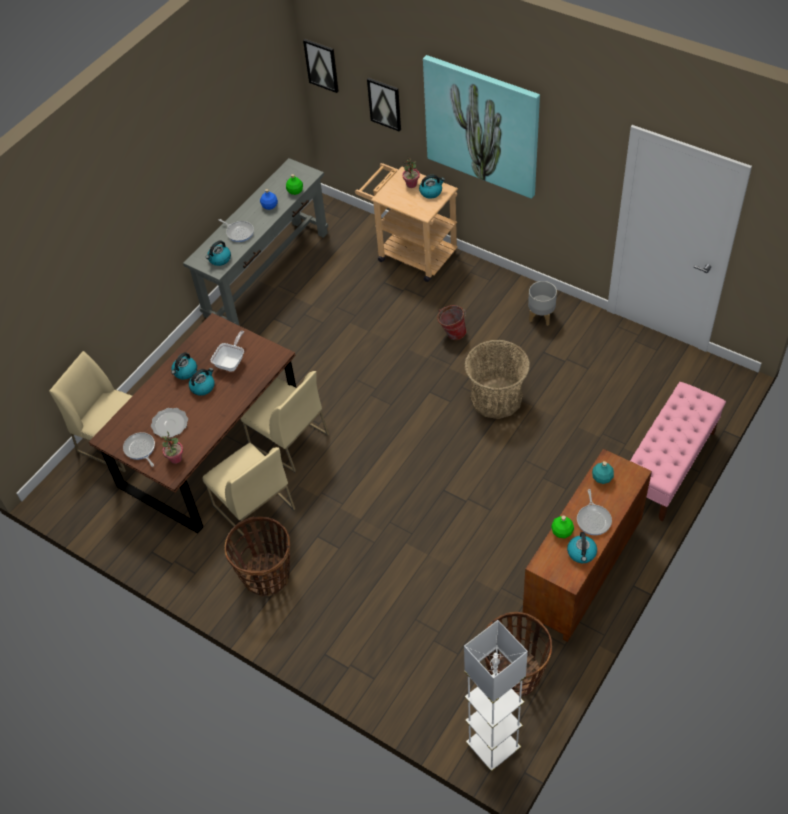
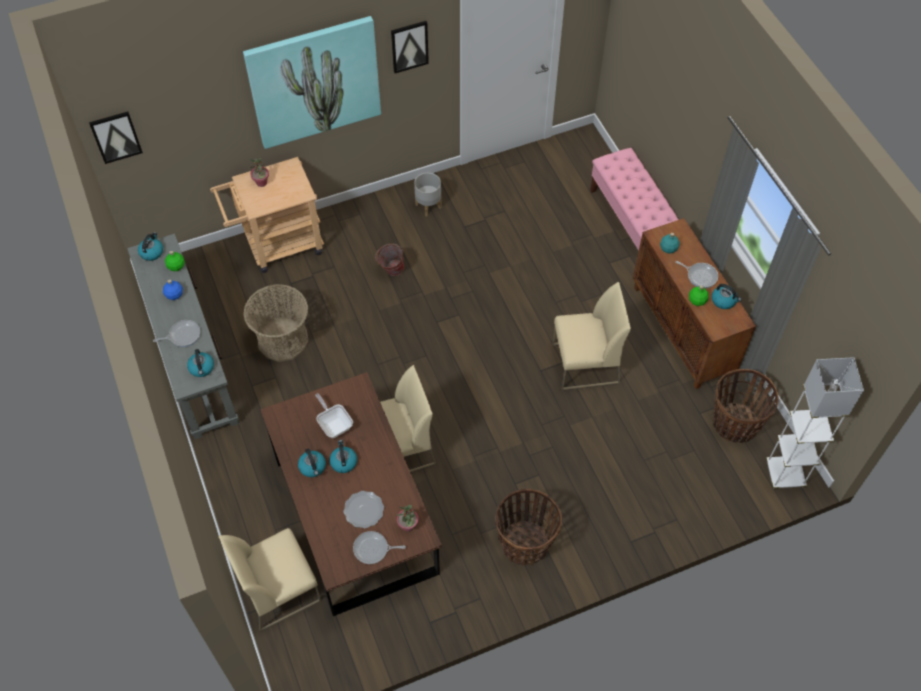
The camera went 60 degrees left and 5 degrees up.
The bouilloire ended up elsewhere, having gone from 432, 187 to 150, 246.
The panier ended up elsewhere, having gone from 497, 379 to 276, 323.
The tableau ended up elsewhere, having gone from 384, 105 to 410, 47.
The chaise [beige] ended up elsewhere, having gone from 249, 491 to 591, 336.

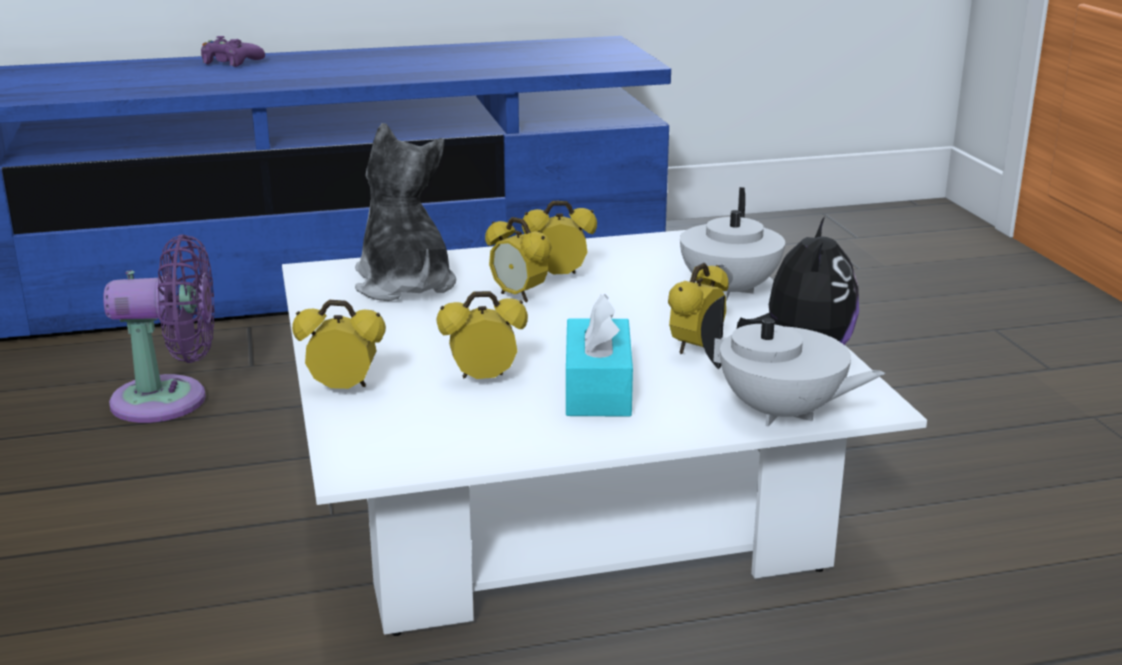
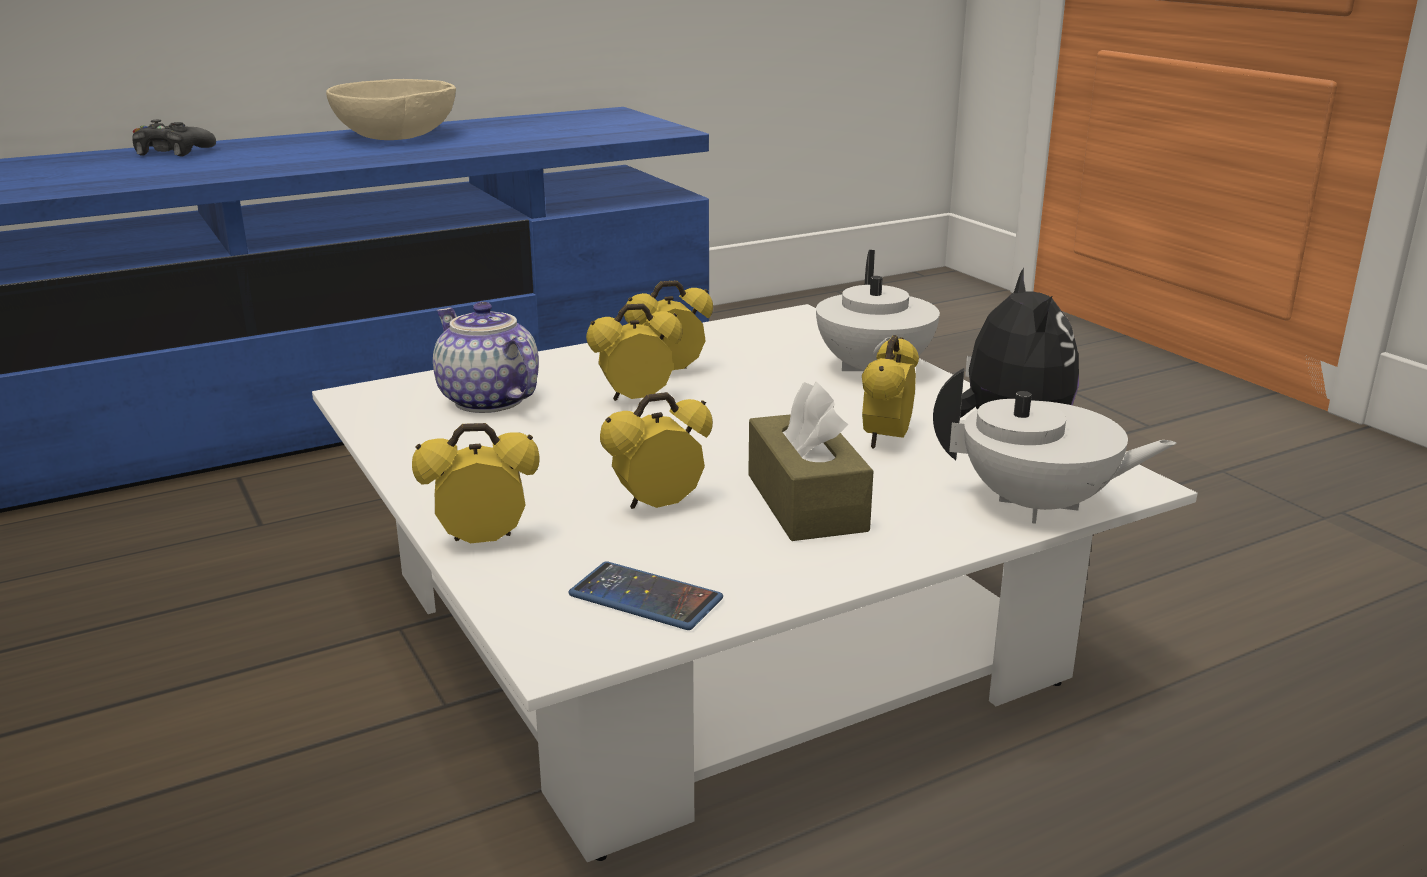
The camera went 15 degrees left and 0 degrees up.
What was the manette [violet] at 233, 51 turned into the manette [noir] at 174, 138.
The second view gained the bol [beige] at 391, 109.
Where the peluche stood at 405, 212, the théière came to stand at 486, 357.
The second view gained the téléphone at 646, 595.
The réveil at 518, 260 ended up facing another way, 135 degrees clockwise from before.
What was the boîte à mouchoirs [turquoise] at 599, 355 turned into the boîte à mouchoirs [marron] at 811, 461.
The second view lost the ventilateur [violet] at 159, 329.

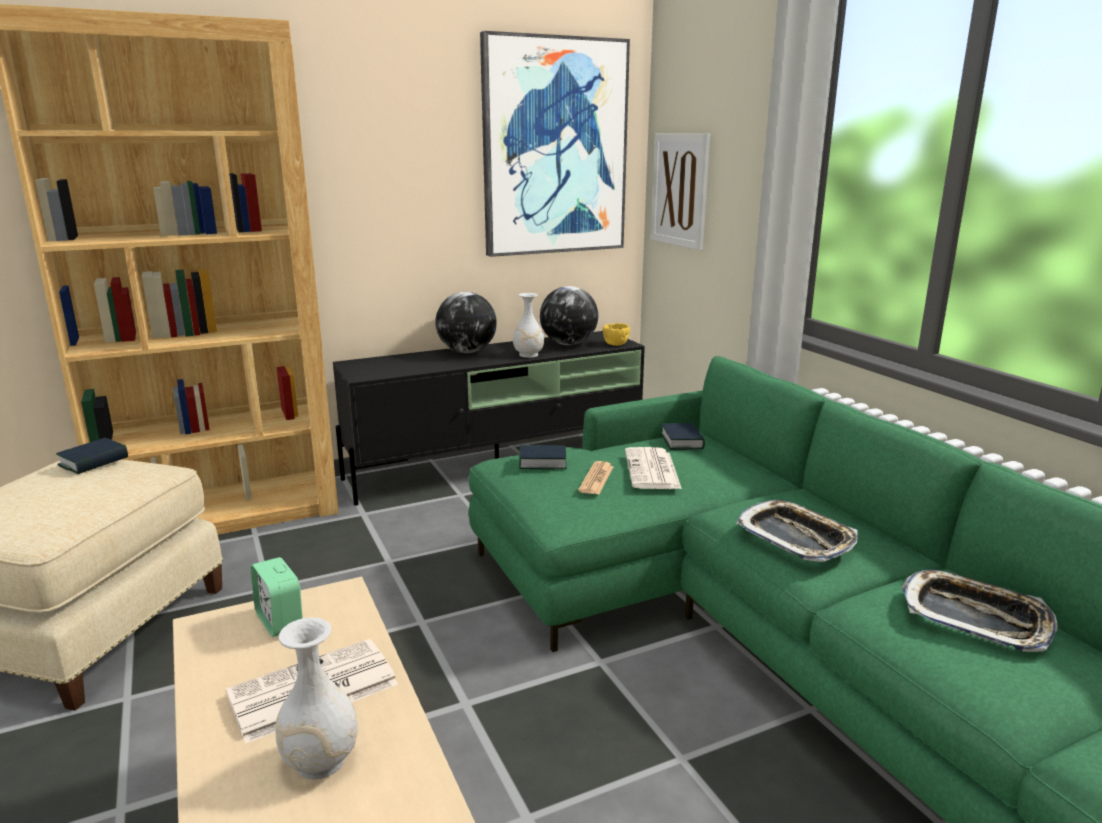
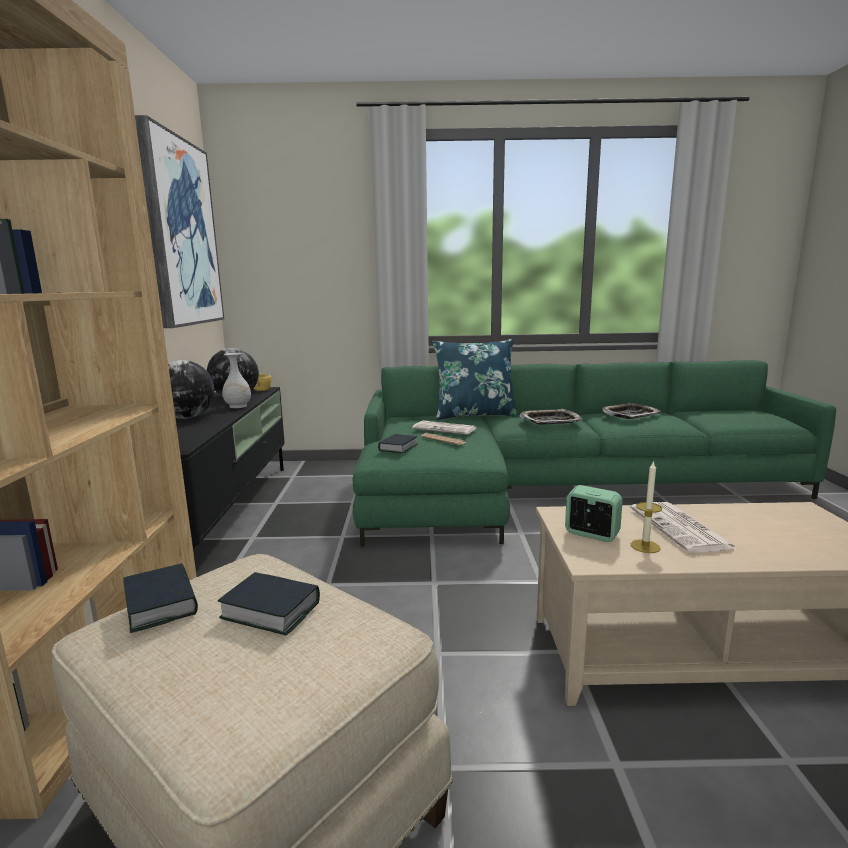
The camera went 65 degrees left and 5 degrees down.
The livre ended up elsewhere, having gone from 683, 436 to 269, 604.
The second view gained the coussin [bleu] at 475, 379.
The réveil at 277, 597 ended up facing another way, 135 degrees counterclockwise from before.
The second view gained the bougie at 646, 506.
The second view lost the vase [blanc] at 316, 698.
The second view lost the tableau at 680, 192.

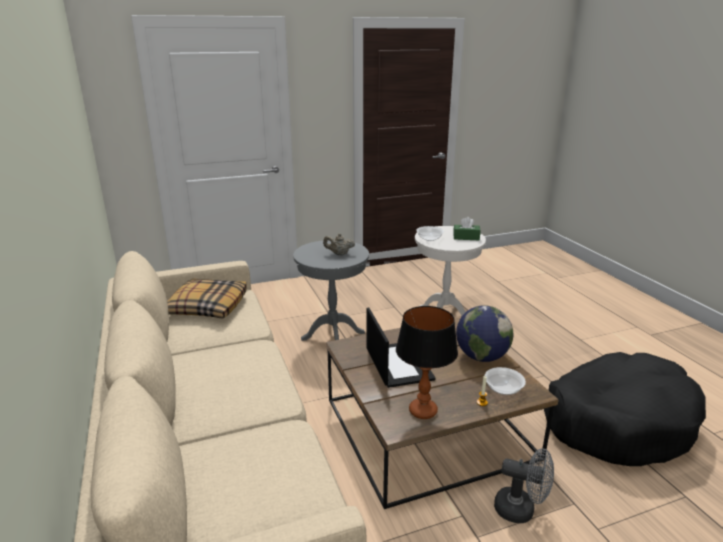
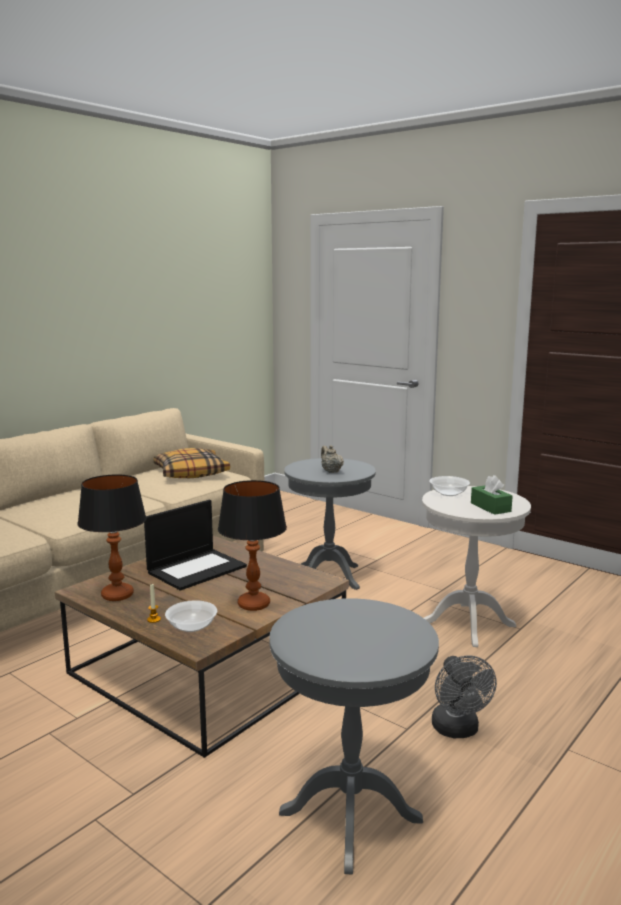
The camera went 60 degrees right and 10 degrees down.
Where the globe stood at 484, 333, the lampe de table came to stand at 252, 545.
Where the panier pour chien [noir] stood at 625, 409, the table d'appoint [gris] came to stand at 354, 736.
The ventilateur [gris] ended up elsewhere, having gone from 524, 485 to 464, 697.

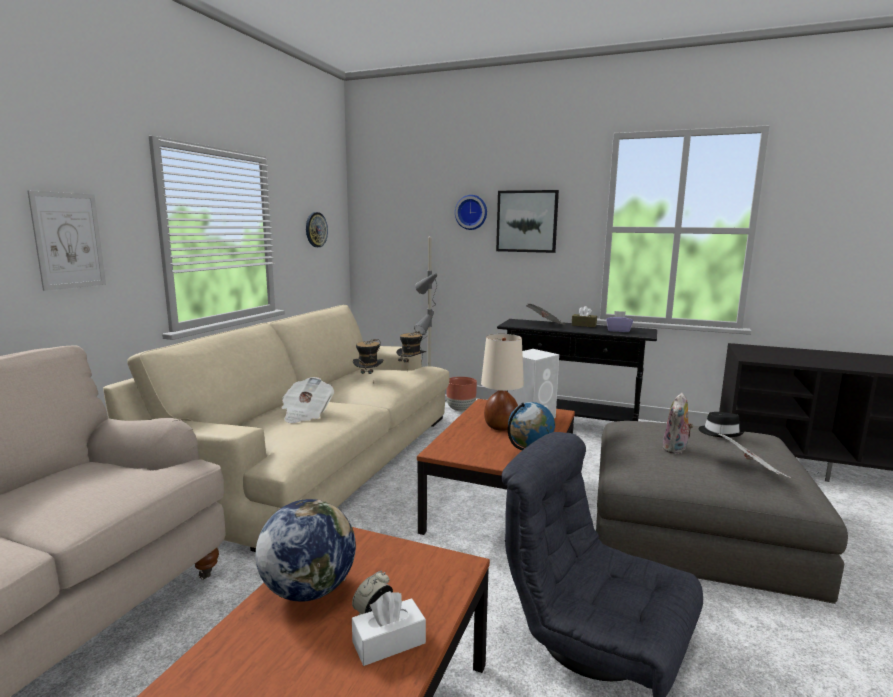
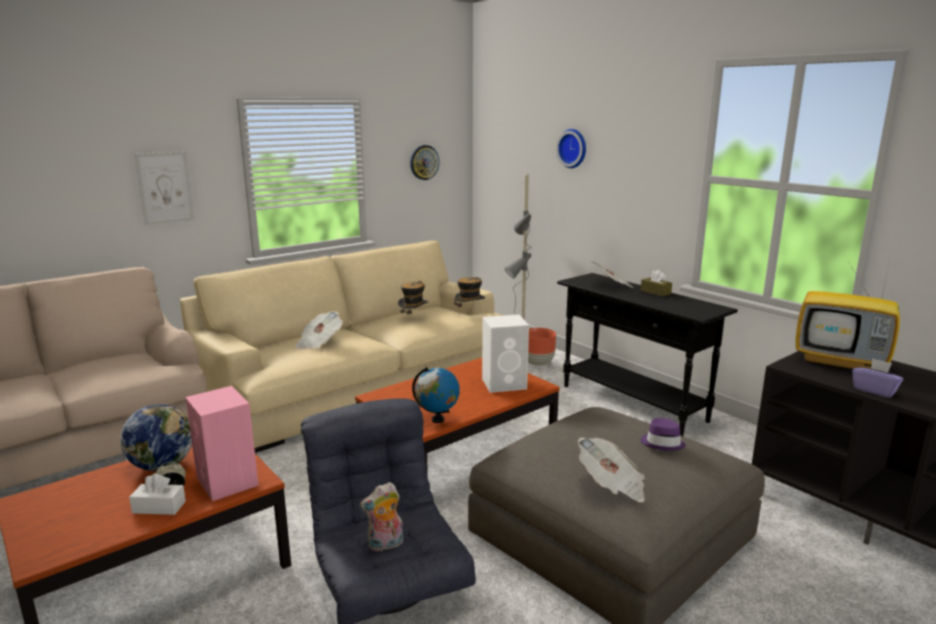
The camera went 30 degrees right and 5 degrees up.
The second view gained the enceinte [rose] at 222, 443.
The peluche ended up elsewhere, having gone from 678, 423 to 381, 517.
What was the chapeau [noir] at 721, 424 turned into the chapeau [violet] at 663, 434.
The second view gained the téléviseur at 847, 312.
The boîte à mouchoirs [violet] ended up elsewhere, having gone from 619, 321 to 878, 378.
The second view lost the lampe de table [beige] at 502, 382.
The second view lost the tableau at 527, 221.

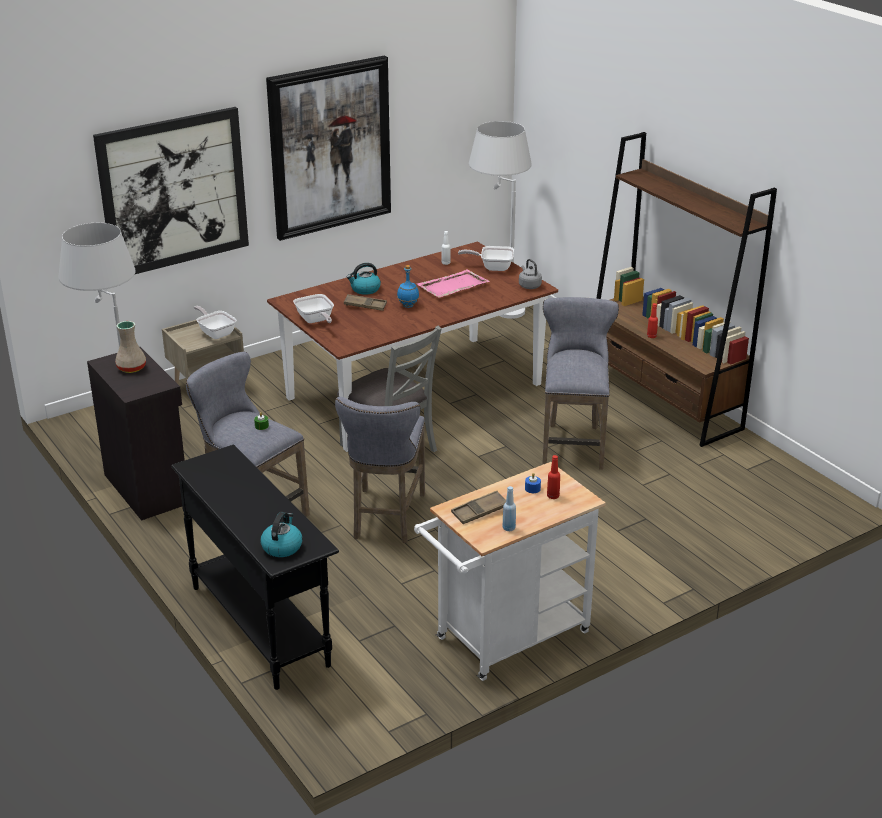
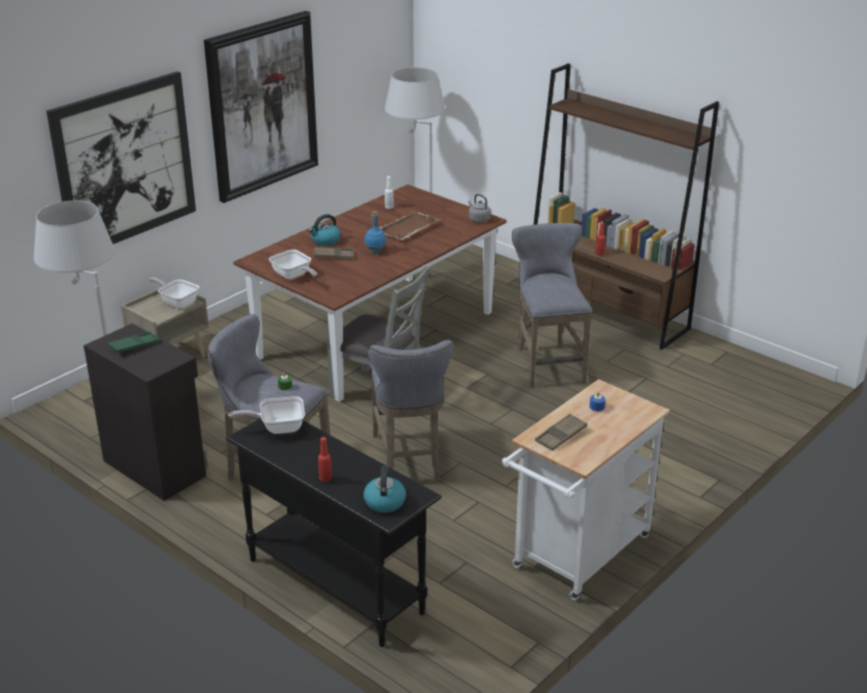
The camera went 15 degrees left and 0 degrees up.
Where the vase [beige] stood at 130, 347, the plateau [vert] came to stand at 134, 343.
The poêle ended up elsewhere, having gone from 486, 258 to 267, 415.
The bouteille [rouge] ended up elsewhere, having gone from 553, 477 to 325, 459.
What was the plateau [rose] at 453, 283 turned into the plateau [marron] at 410, 225.
The second view lost the bouteille [bleu] at 509, 508.

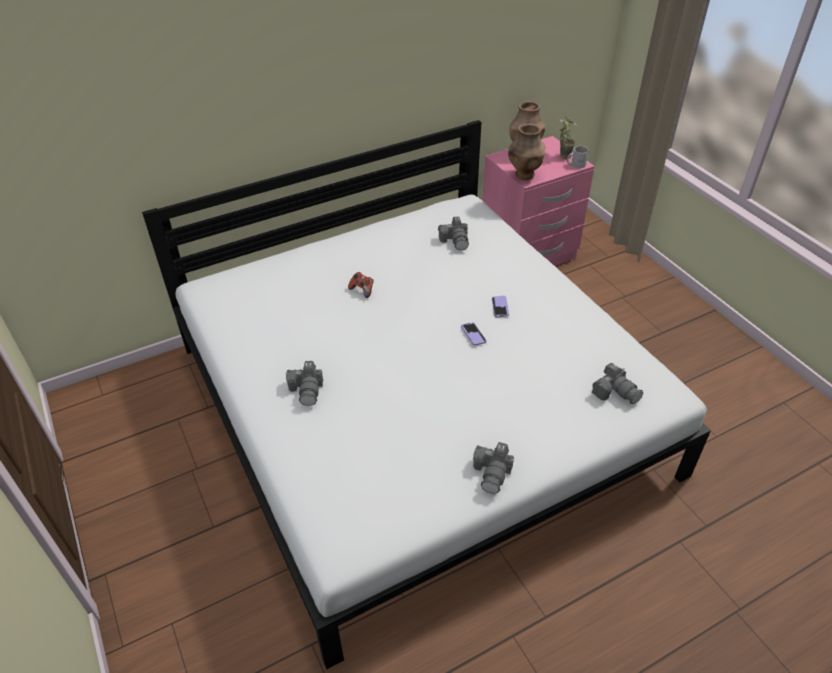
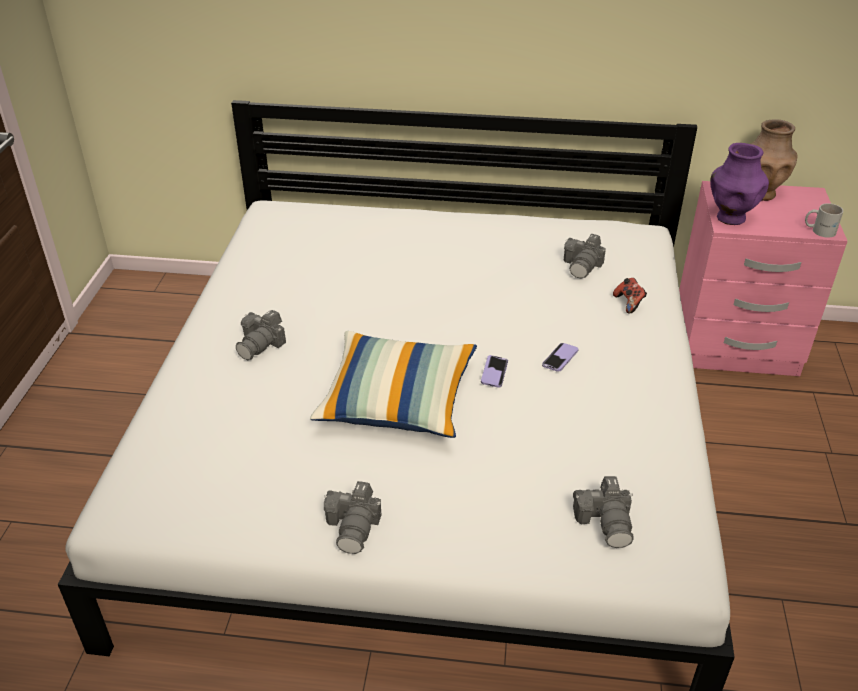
The camera went 35 degrees right and 5 degrees down.
The second view gained the coussin at 393, 384.
The appareil photo at 493, 468 ended up facing another way, 45 degrees counterclockwise from before.
The manette ended up elsewhere, having gone from 361, 285 to 630, 296.
What was the vase [marron] at 527, 152 turned into the vase [violet] at 739, 184.
The second view lost the plante en pot at 568, 138.

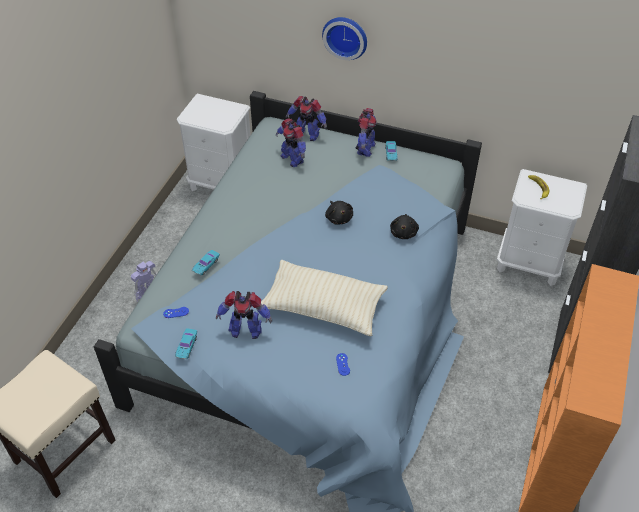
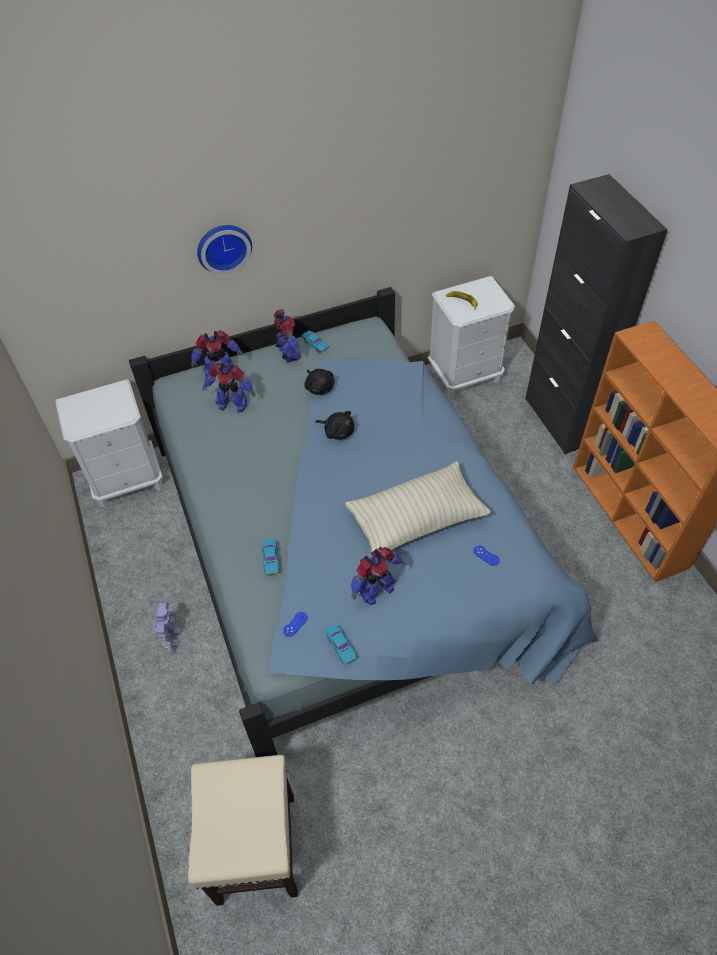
The camera went 40 degrees left and 5 degrees up.
The peluche [noir] ended up elsewhere, having gone from 404, 226 to 319, 382.

